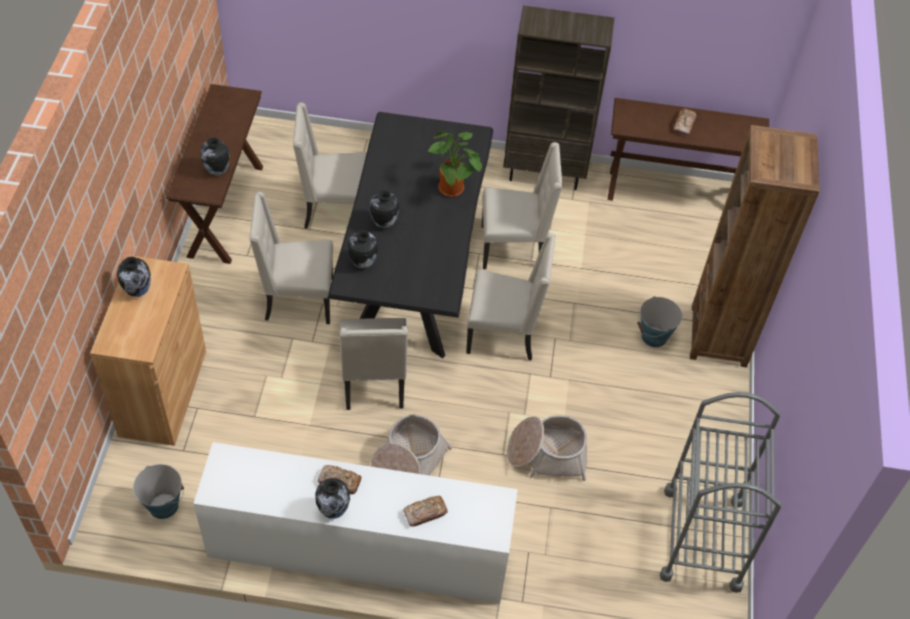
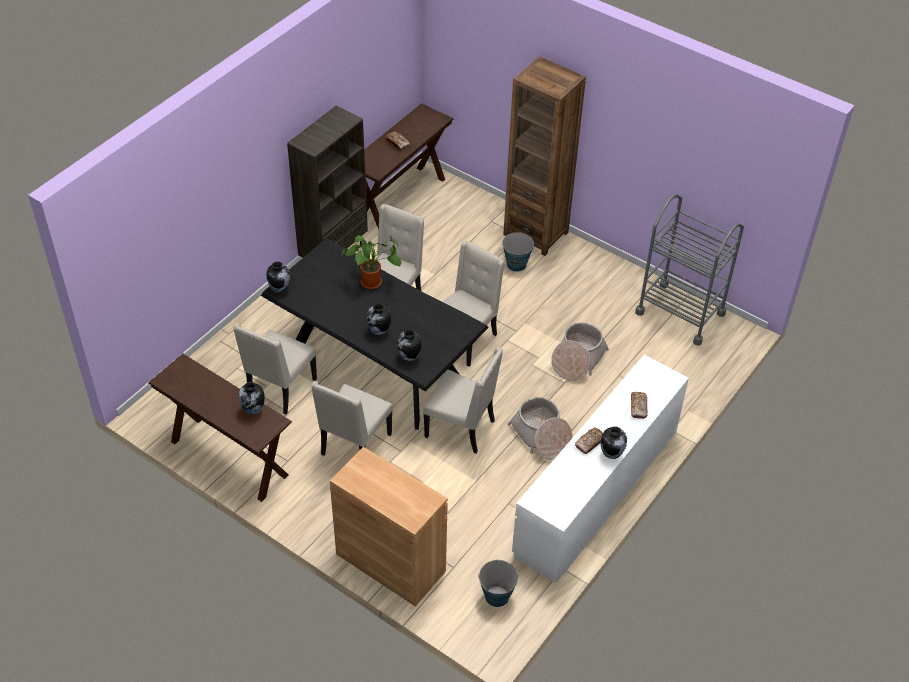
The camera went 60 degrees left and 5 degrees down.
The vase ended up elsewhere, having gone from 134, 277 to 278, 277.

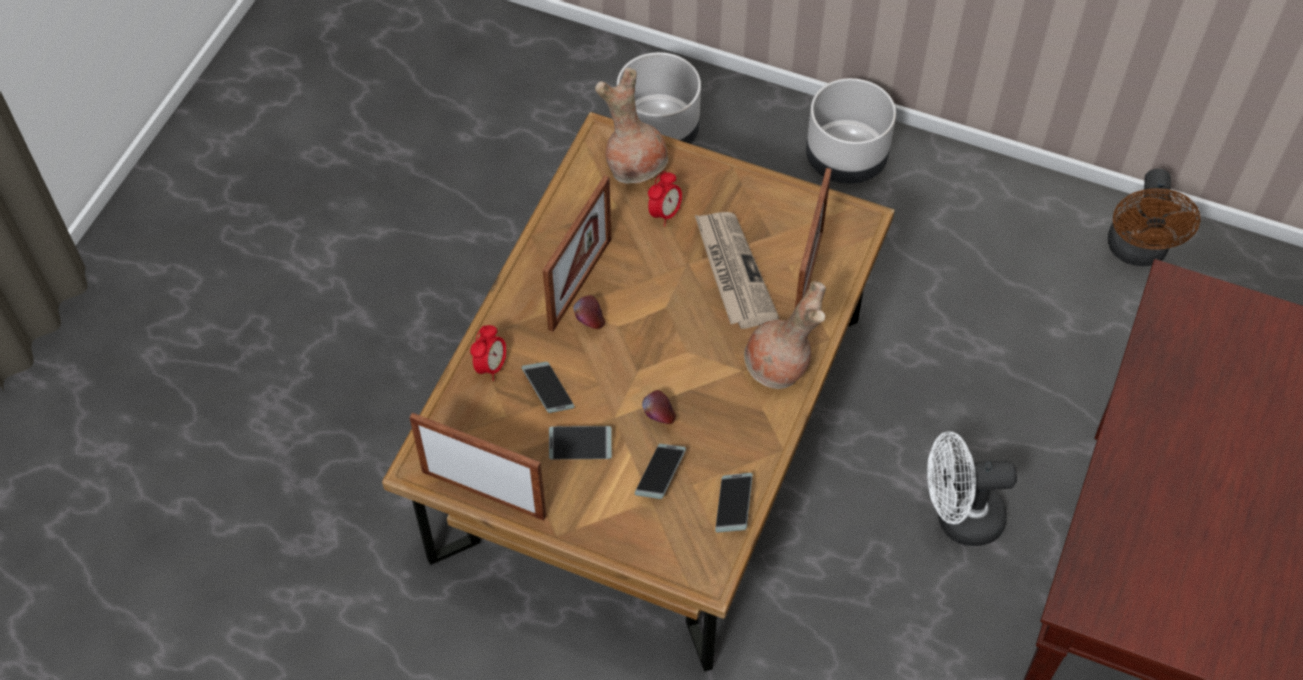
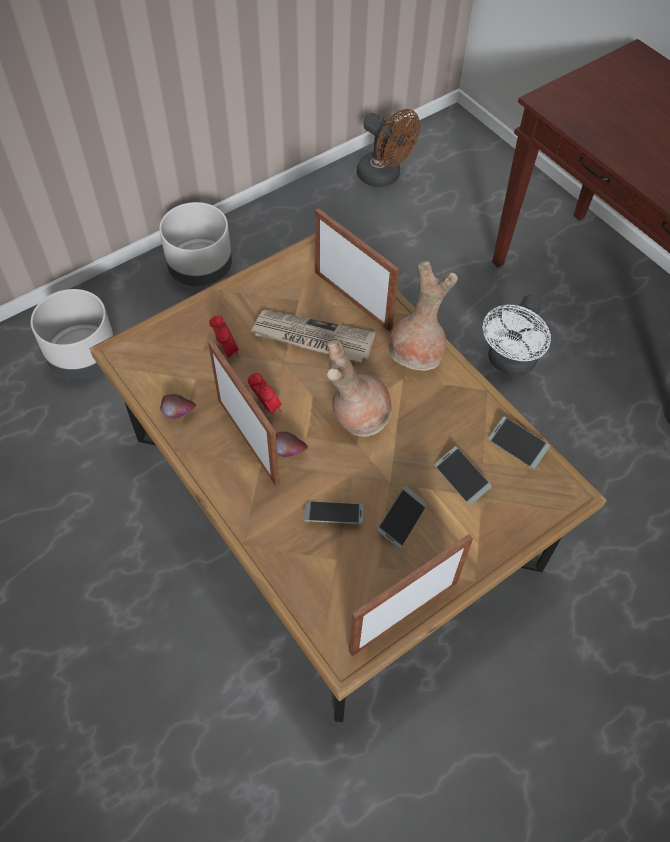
The camera went 60 degrees left and 0 degrees up.
The pomme ended up elsewhere, having gone from 659, 407 to 178, 406.
The réveil ended up elsewhere, having gone from 488, 353 to 264, 393.
The vase [marron] ended up elsewhere, having gone from 631, 126 to 359, 388.

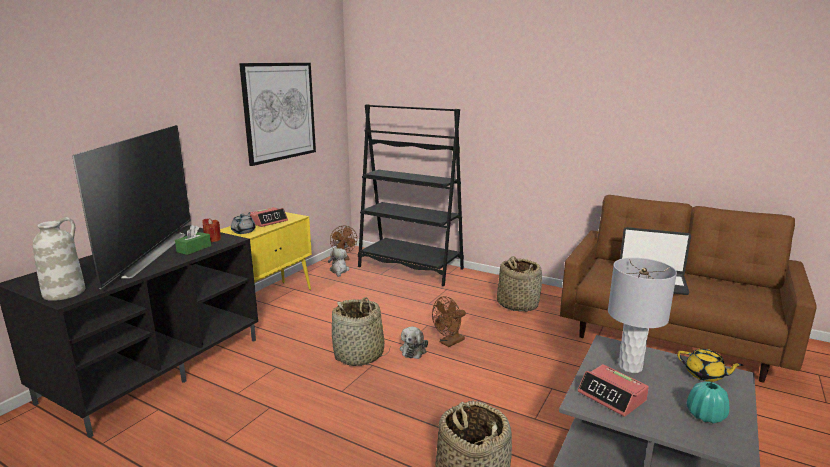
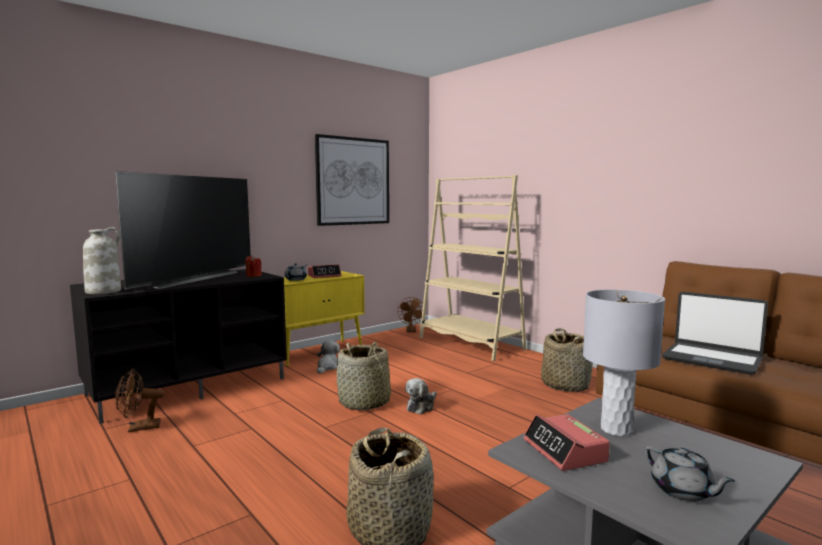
The camera went 20 degrees right and 10 degrees down.
The ventilateur [marron] ended up elsewhere, having gone from 449, 321 to 140, 400.
The peluche ended up elsewhere, having gone from 339, 262 to 328, 357.
What was the bibliothèque [noir] at 411, 195 turned into the bibliothèque [beige] at 472, 268.
Where the vase [turquoise] stood at 708, 402, the théière [gris] came to stand at 690, 474.
The second view lost the boîte à mouchoirs [vert] at 193, 240.
The second view lost the théière [jaune] at 710, 365.

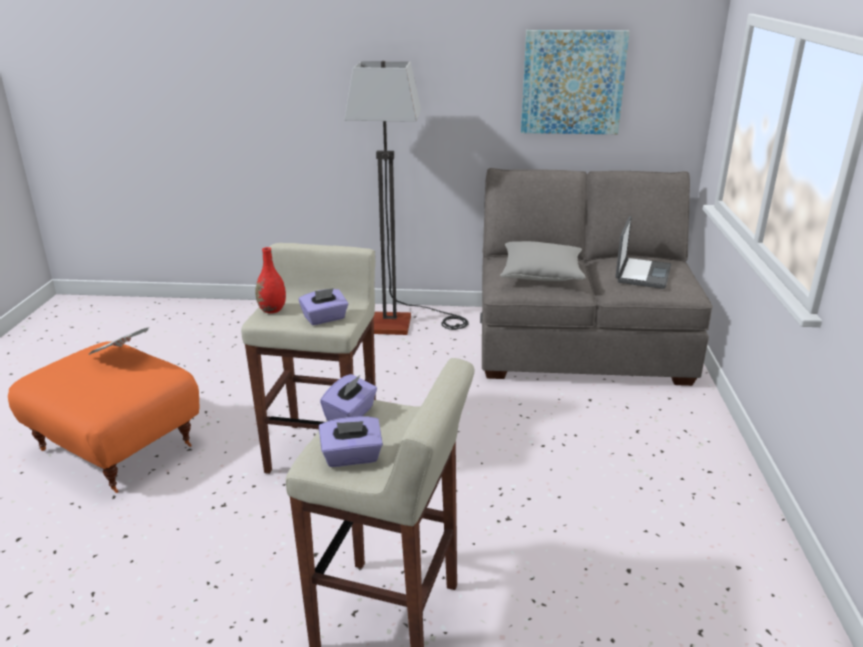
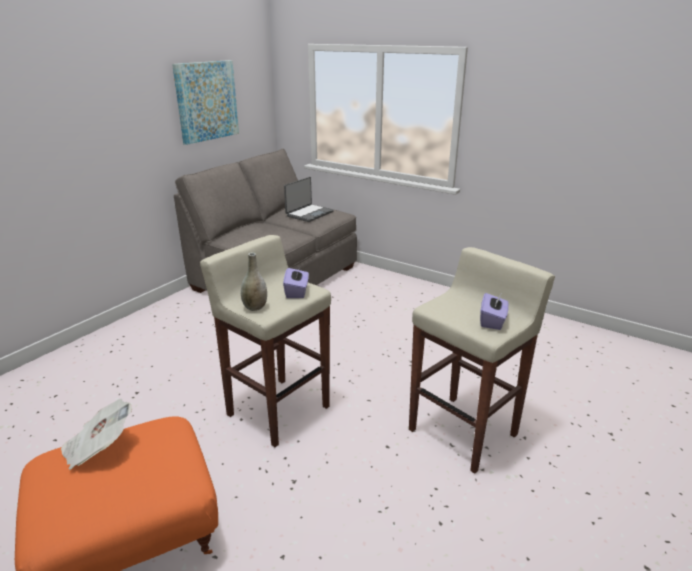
The camera went 60 degrees left and 0 degrees up.
What was the vase [rouge] at 270, 280 turned into the vase [gris] at 254, 281.
The ordinateur portable at 643, 252 ended up facing another way, 75 degrees clockwise from before.
The second view lost the boîte à mouchoirs [violet] at 348, 397.
The second view lost the lampadaire at 406, 198.
The second view lost the coussin [gris] at 543, 261.

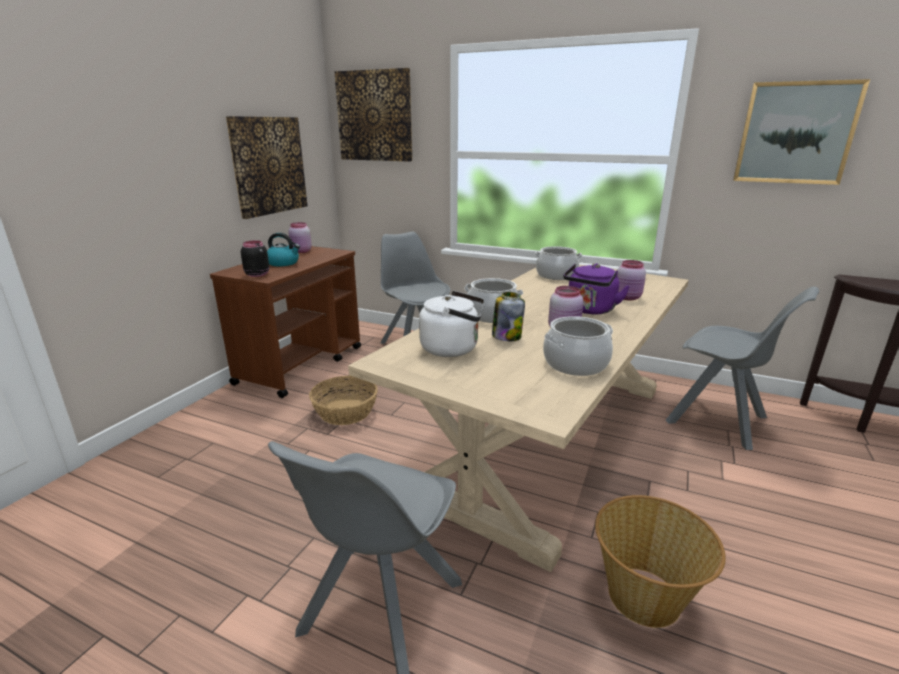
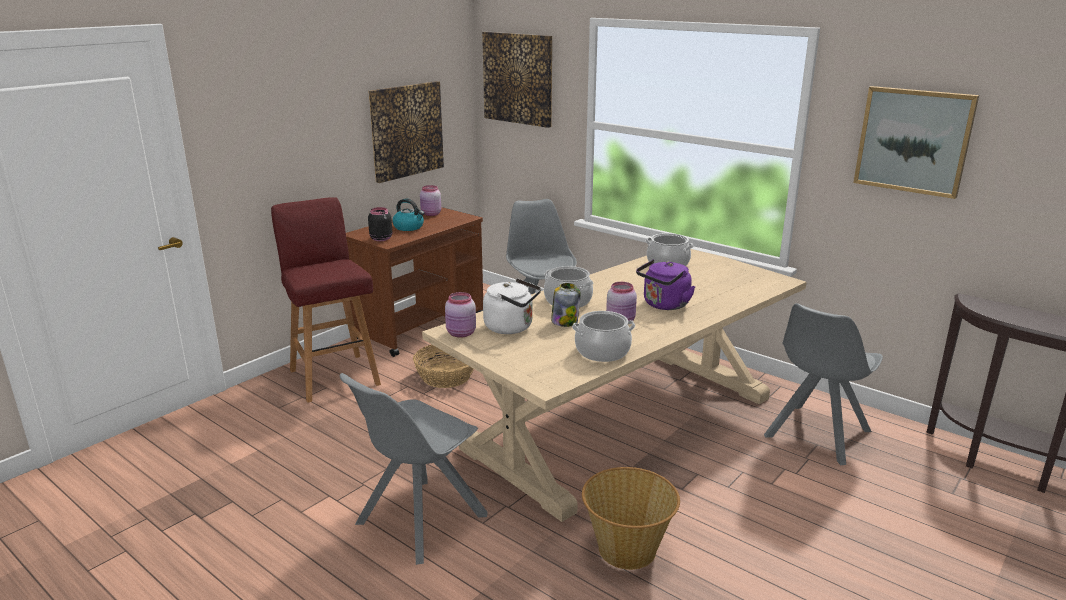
The camera went 15 degrees right and 0 degrees up.
The second view gained the tabouret [rouge] at 326, 300.
The bocal [rose] ended up elsewhere, having gone from 631, 280 to 460, 315.
The chaise [gris] at 742, 368 ended up facing another way, 75 degrees clockwise from before.

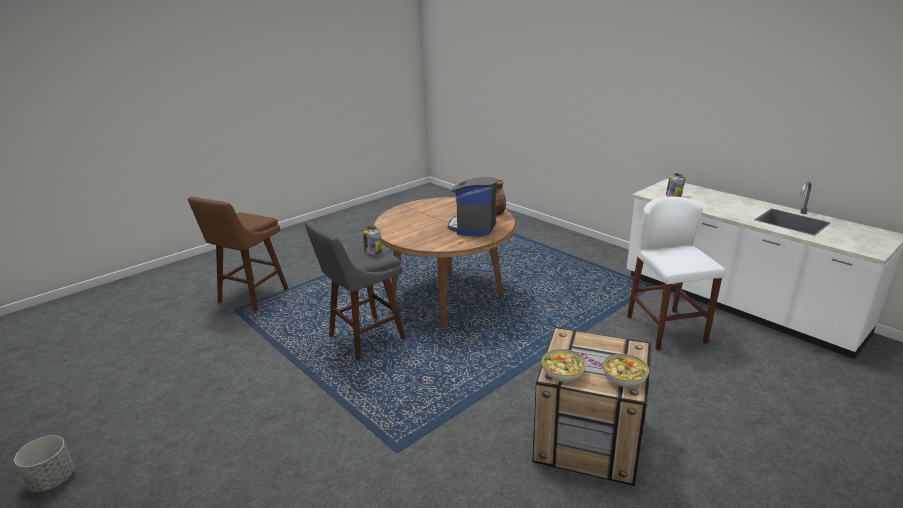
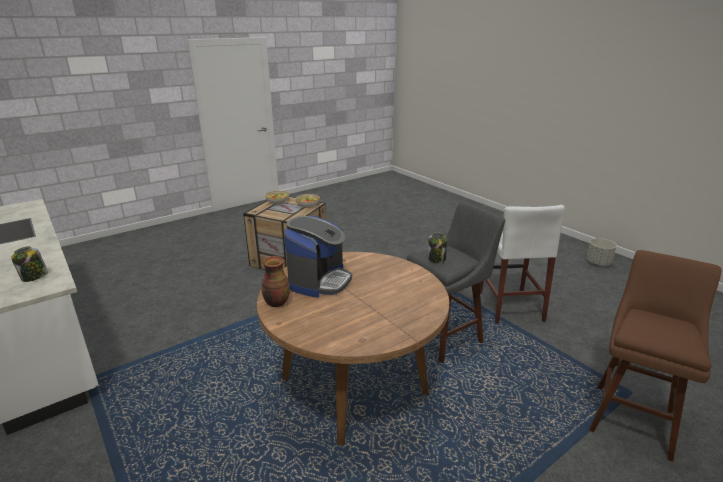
The camera went 175 degrees left and 0 degrees up.
The tabouret [blanc] ended up elsewhere, having gone from 676, 273 to 522, 264.

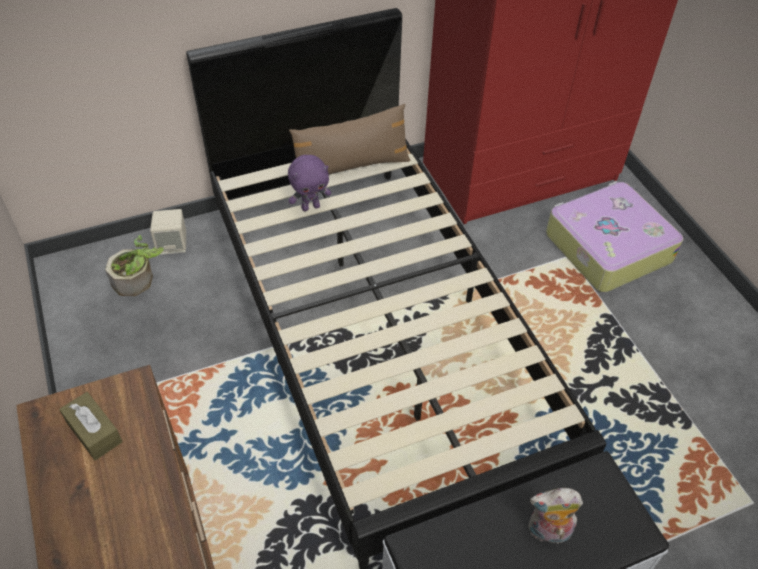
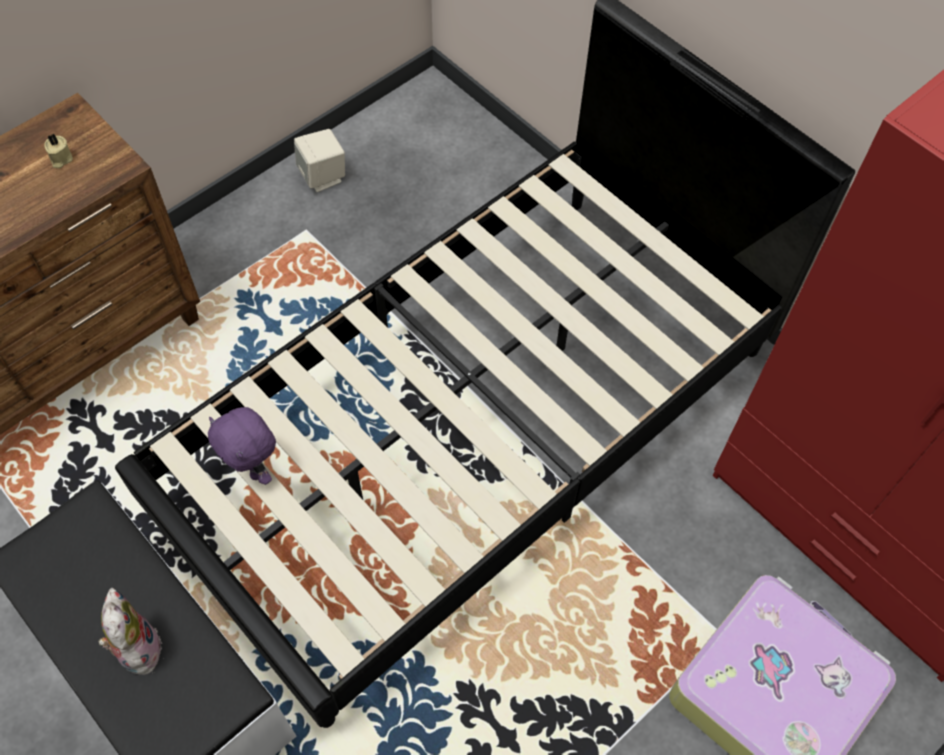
The camera went 70 degrees right and 10 degrees up.
Where the boîte à mouchoirs [marron] stood at 91, 426, the bougie [beige] came to stand at 58, 151.
The peluche [violet] ended up elsewhere, having gone from 309, 183 to 242, 446.
The enceinte [beige] ended up elsewhere, having gone from 168, 232 to 319, 160.
The second view lost the plante en pot at 134, 265.
The second view lost the coussin [marron] at 350, 139.

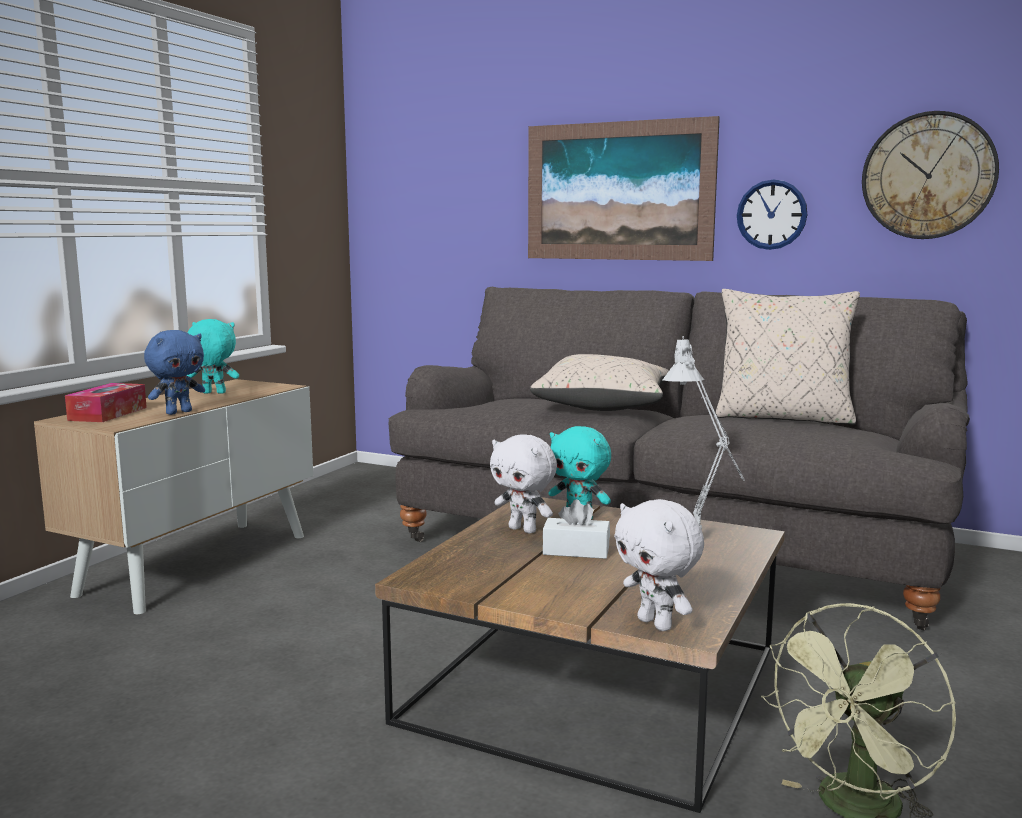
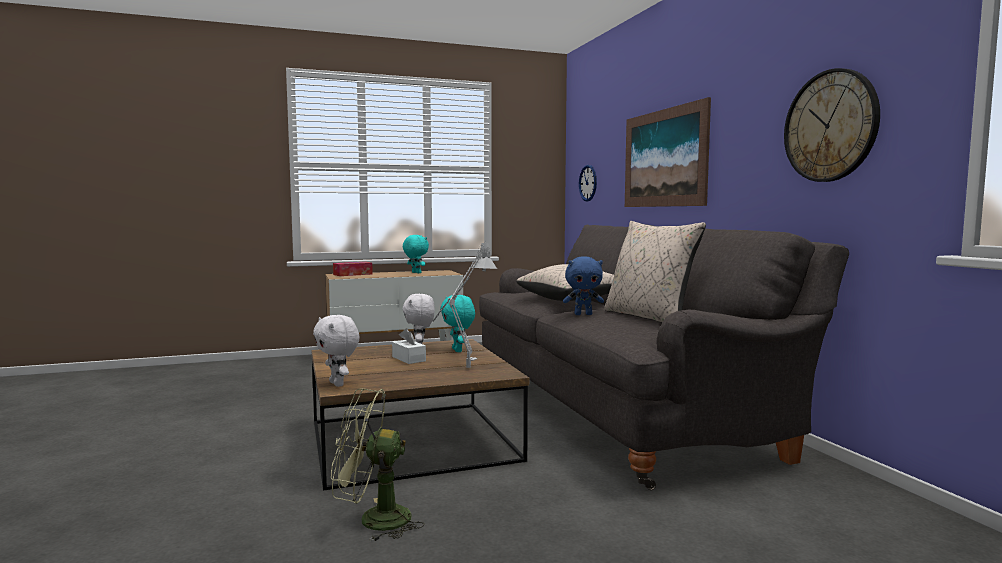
The camera went 45 degrees right and 5 degrees down.
The peluche [blanc] at 659, 565 ended up facing another way, 45 degrees counterclockwise from before.
The peluche [bleu] ended up elsewhere, having gone from 174, 372 to 583, 285.
The horloge murale ended up elsewhere, having gone from 772, 214 to 588, 183.

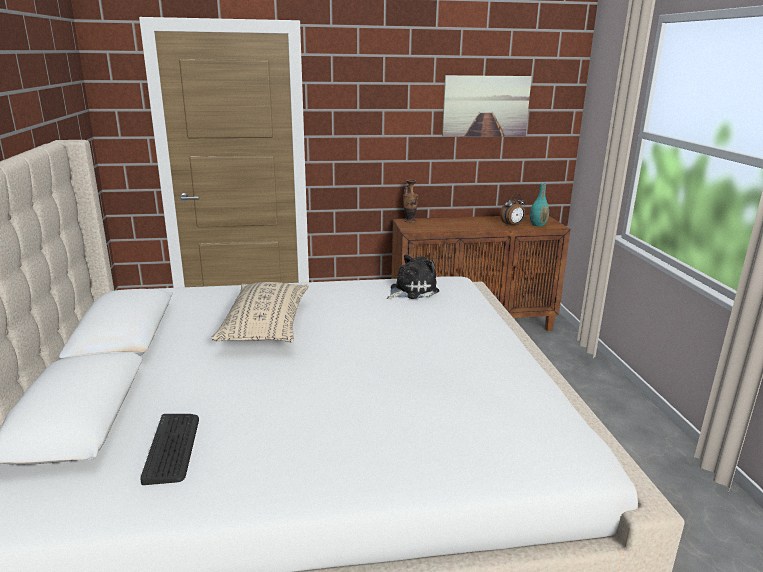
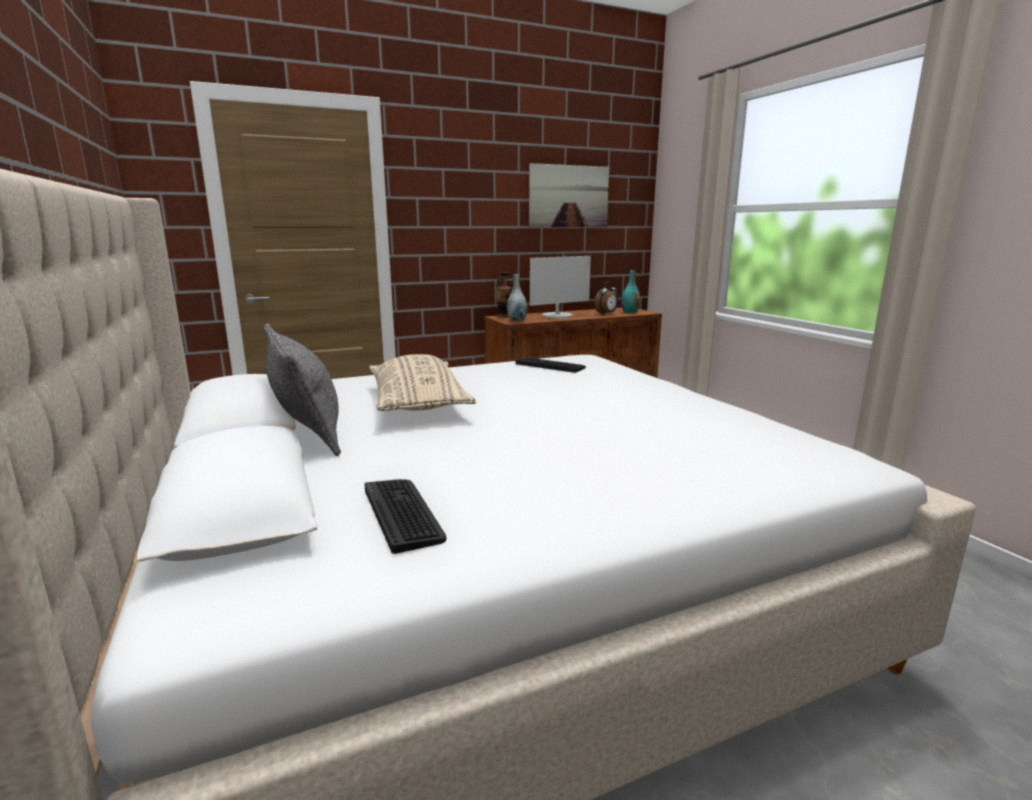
The camera went 15 degrees left and 5 degrees down.
The second view gained the coussin [gris] at 302, 389.
The second view gained the vase [gris] at 517, 298.
Where the peluche stood at 413, 277, the clavier came to stand at 550, 365.
The second view gained the écran d'ordinateur at 560, 287.

